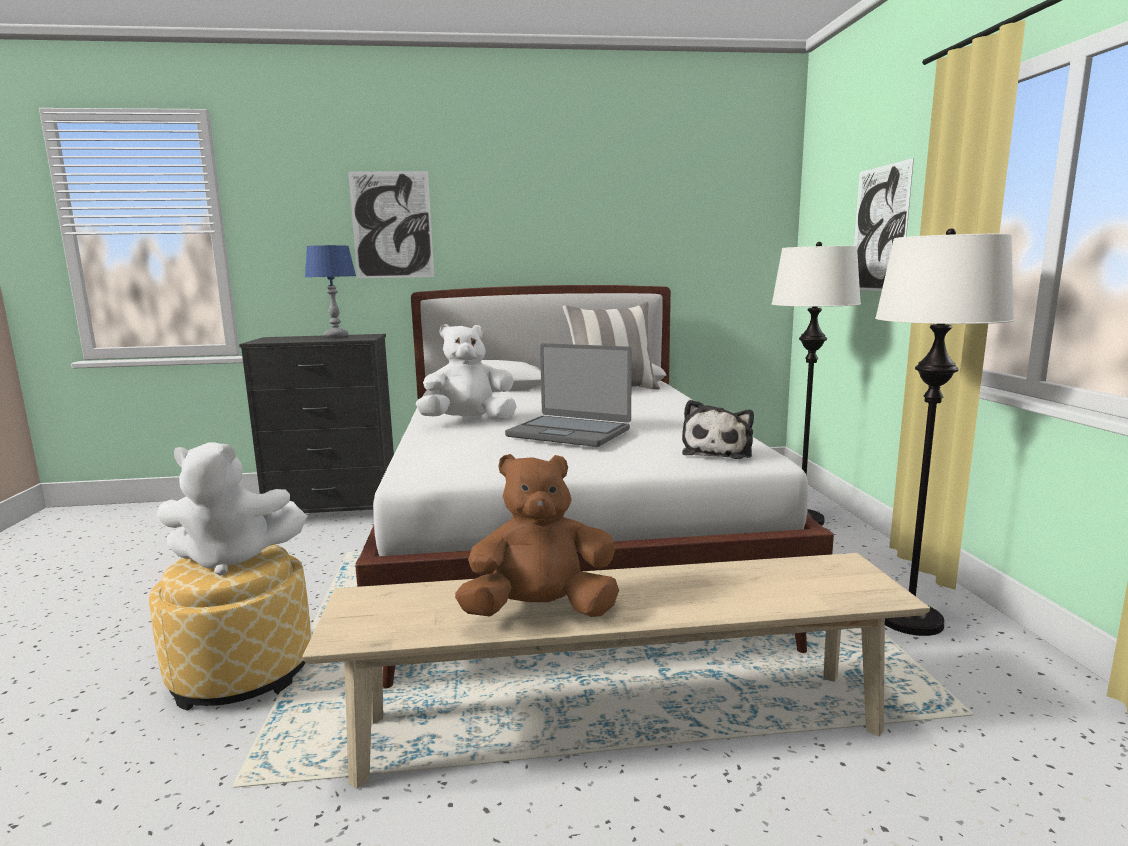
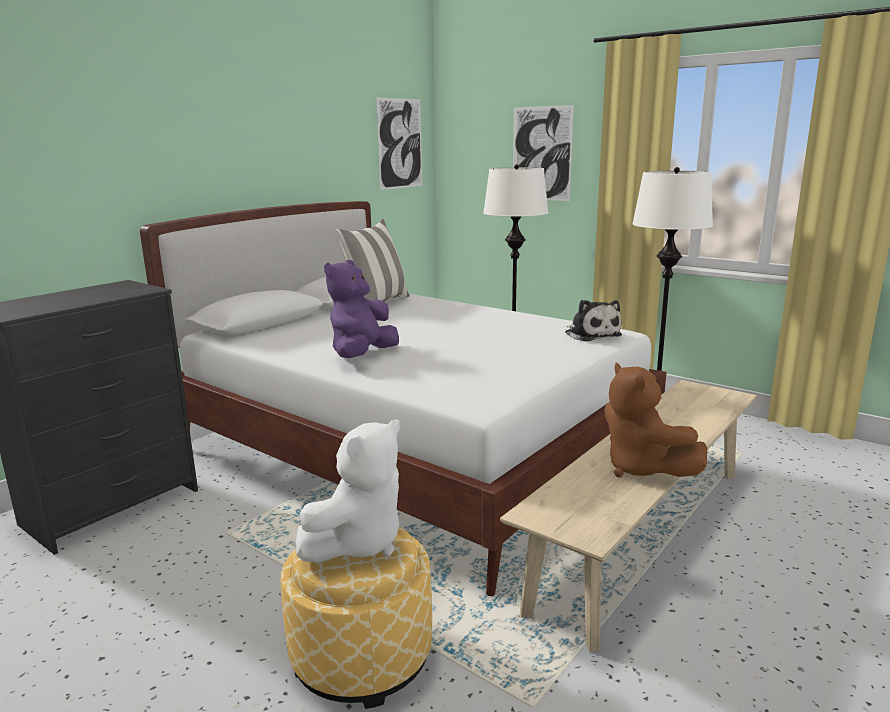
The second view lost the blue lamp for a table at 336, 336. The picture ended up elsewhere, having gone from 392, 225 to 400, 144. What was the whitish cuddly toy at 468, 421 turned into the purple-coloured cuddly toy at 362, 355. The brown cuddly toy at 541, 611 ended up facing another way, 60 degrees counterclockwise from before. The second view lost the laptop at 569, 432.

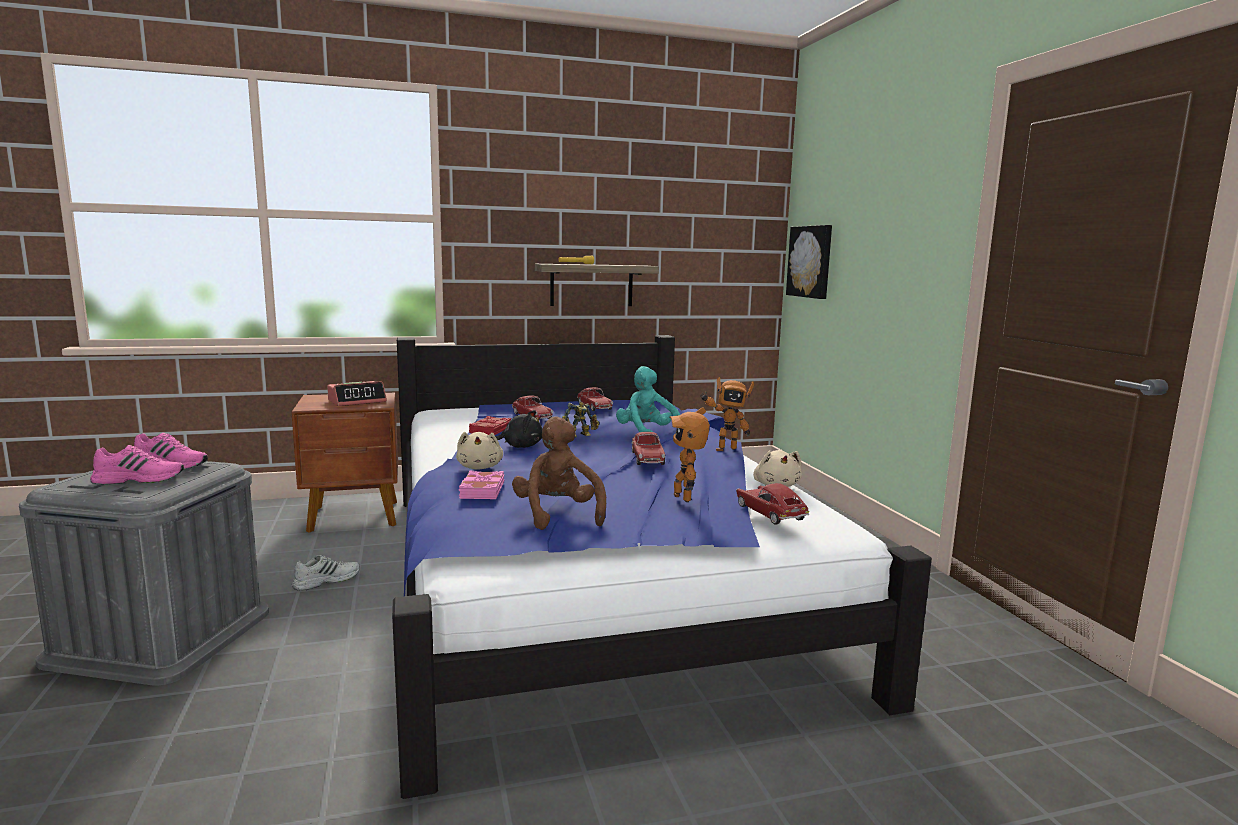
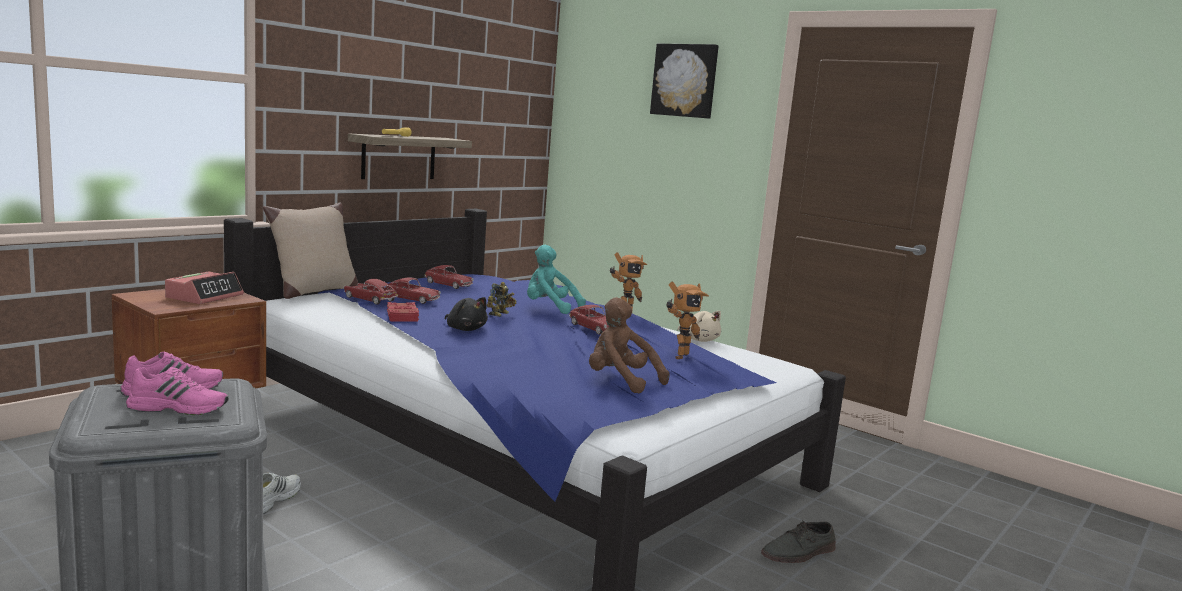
The pinkish shoe at 139, 479 ended up facing another way, 45 degrees clockwise from before. The second view lost the sand-coloured cuddly toy at 480, 467. The second view lost the pinkish bound book at 481, 490. The black cuddly toy at 520, 446 ended up facing another way, 75 degrees clockwise from before. The robot figure at 685, 498 ended up facing another way, 90 degrees counterclockwise from before. The miniature car ended up elsewhere, having gone from 770, 513 to 370, 299. The picture ended up elsewhere, having gone from 811, 261 to 685, 80. The second view gained the sand-coloured cushion at 313, 292. The second view gained the greyish shoe at 799, 553.

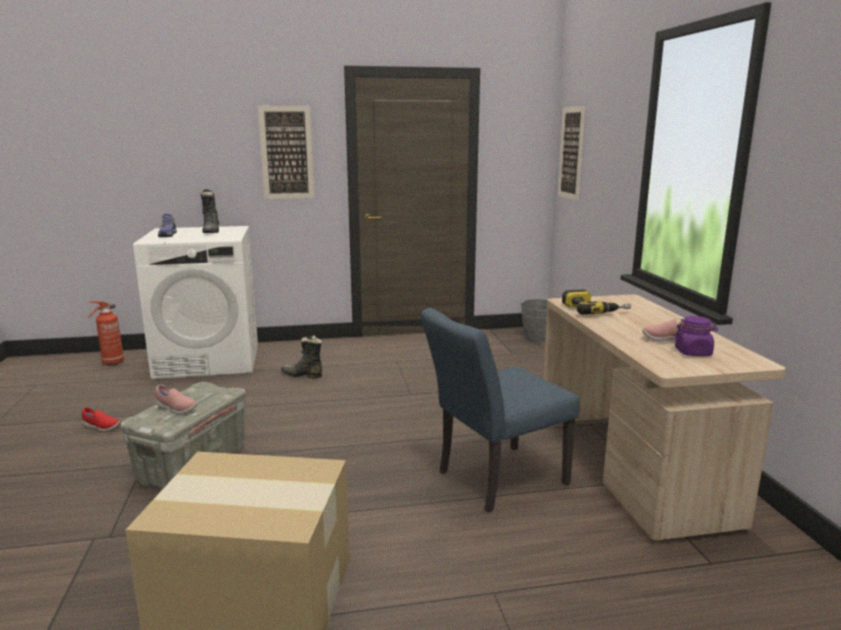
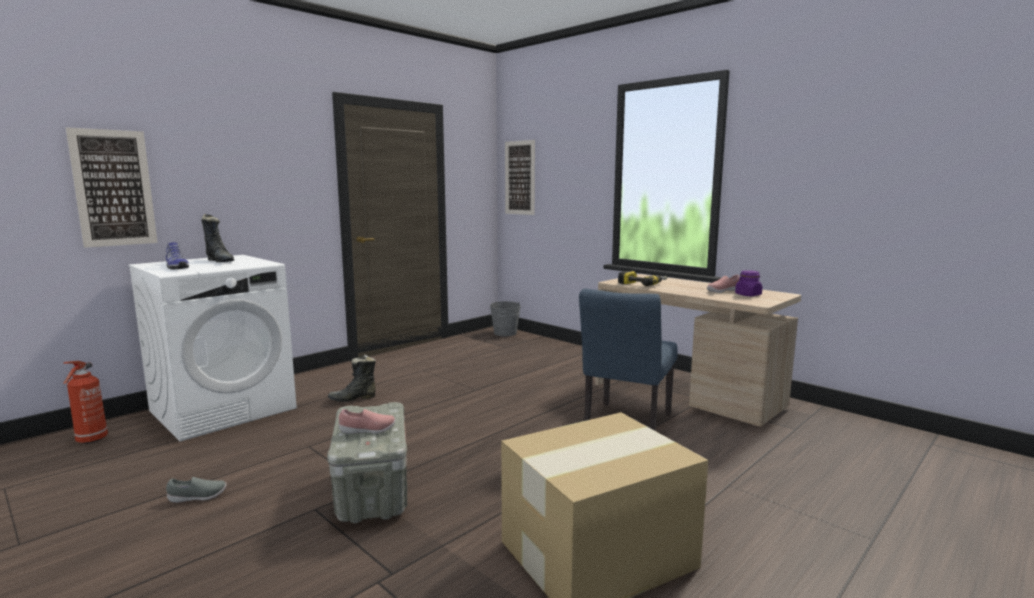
What was the red-coloured shoe at 101, 427 turned into the greyish shoe at 197, 497. The picture ended up elsewhere, having gone from 286, 153 to 113, 188.

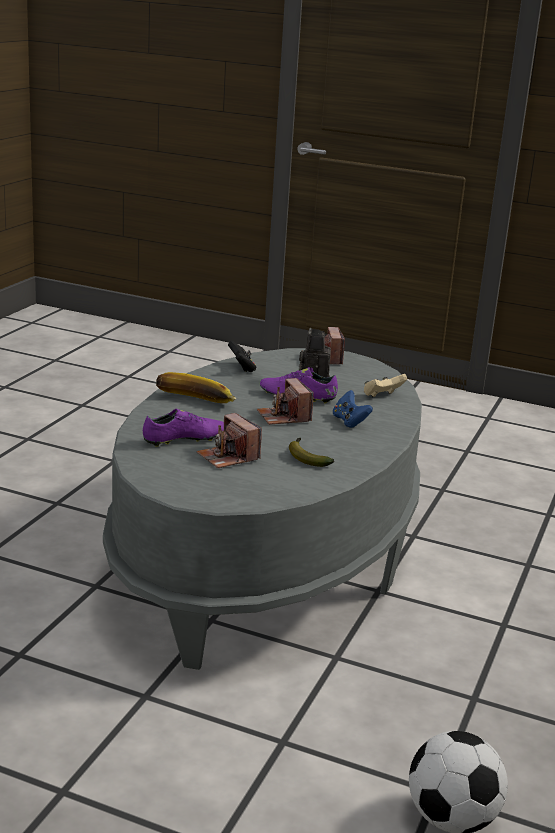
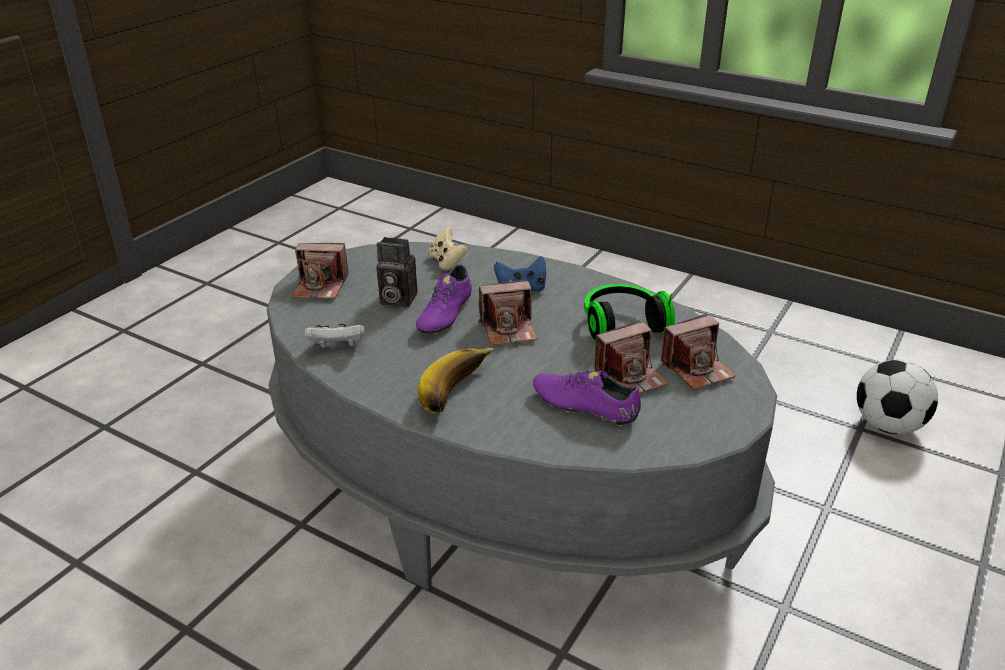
The purple-coloured shoe at 185, 440 ended up facing another way, 45 degrees counterclockwise from before. What was the black joypad at 242, 368 turned into the whitish joypad at 337, 347. Where the banana fruit stood at 306, 457, the headset came to stand at 621, 325. The second view gained the still camera at 697, 369.

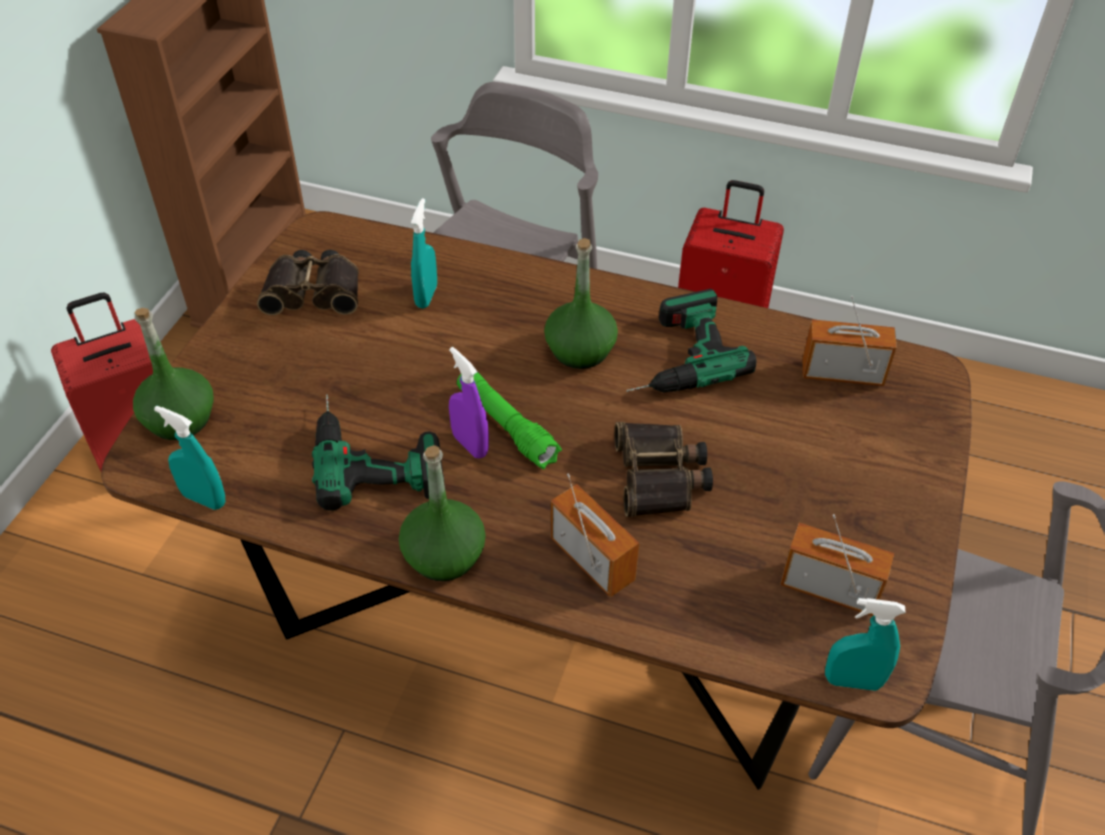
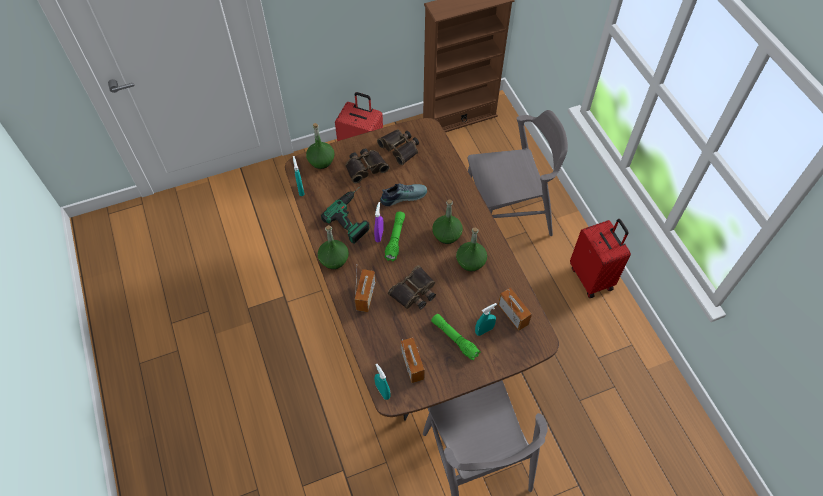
The turquoise-coloured spray bottle ended up elsewhere, having gone from 426, 296 to 484, 330. Where the electric drill stood at 673, 356, the green bottle came to stand at 470, 261. The second view gained the binoculars at 365, 167. The second view gained the shoe at 403, 196. The second view gained the green hand torch at 454, 339.

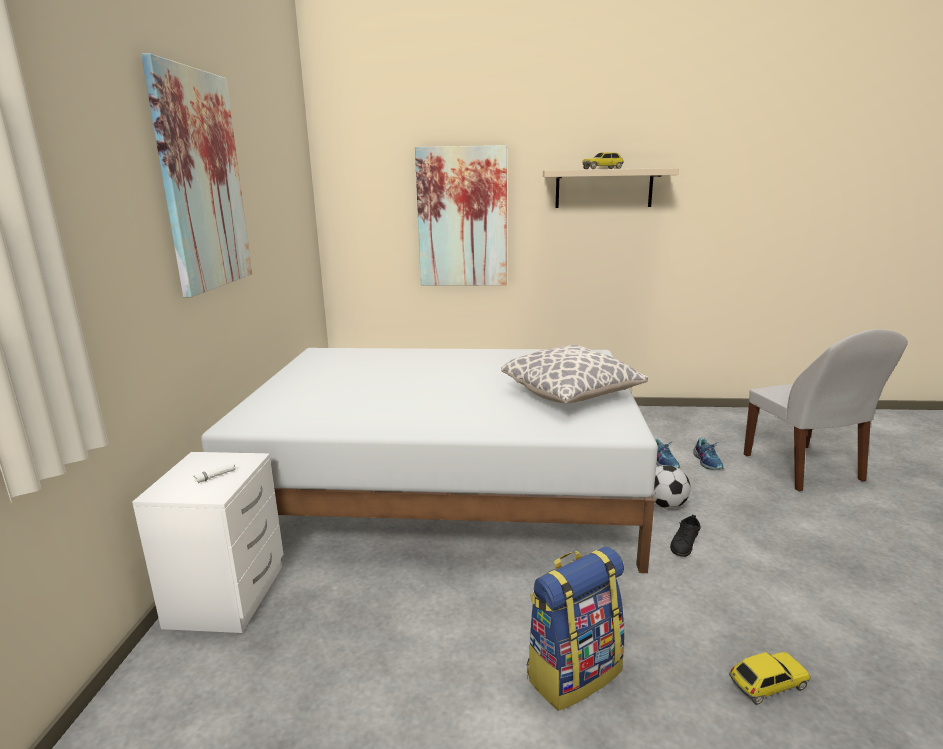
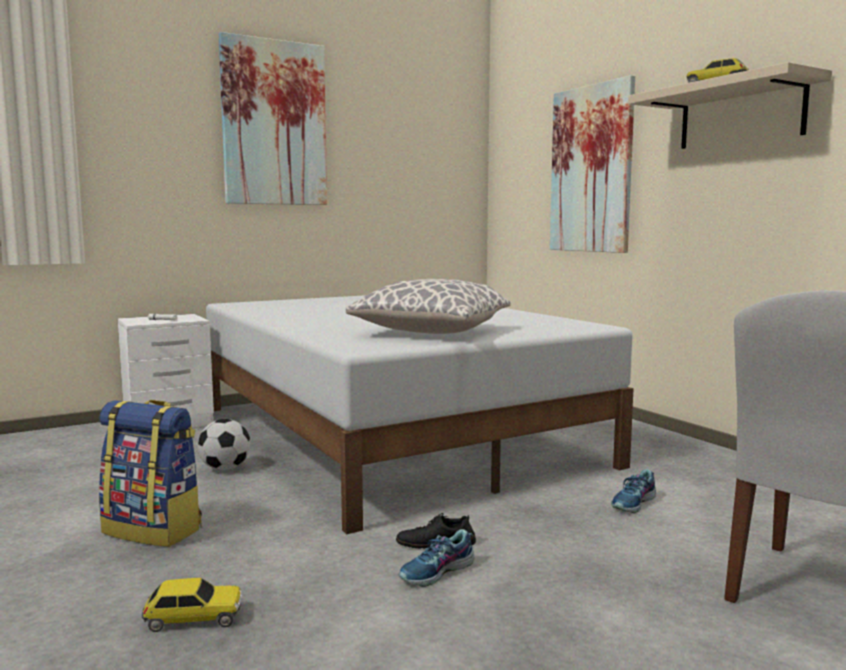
The ball for football ended up elsewhere, having gone from 665, 505 to 225, 468. The shoe ended up elsewhere, having gone from 708, 461 to 437, 572. The miniature car at 767, 685 ended up facing another way, 45 degrees counterclockwise from before.

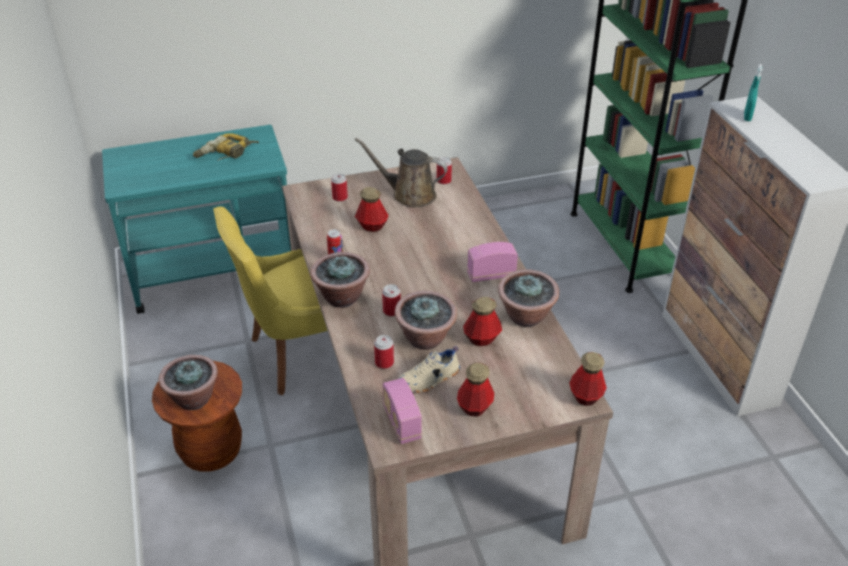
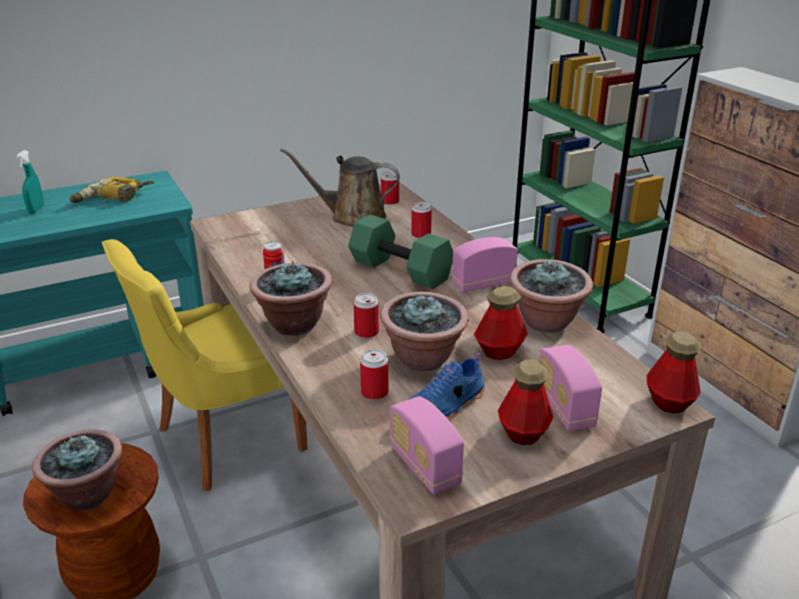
The can ended up elsewhere, having gone from 340, 197 to 421, 235. The second view lost the bottle at 372, 226. What was the sand-coloured shoe at 430, 380 turned into the blue shoe at 446, 406. The turquoise-coloured spray bottle ended up elsewhere, having gone from 747, 117 to 36, 210. The second view gained the green hand weight at 402, 270. The second view gained the radio set at 564, 408.

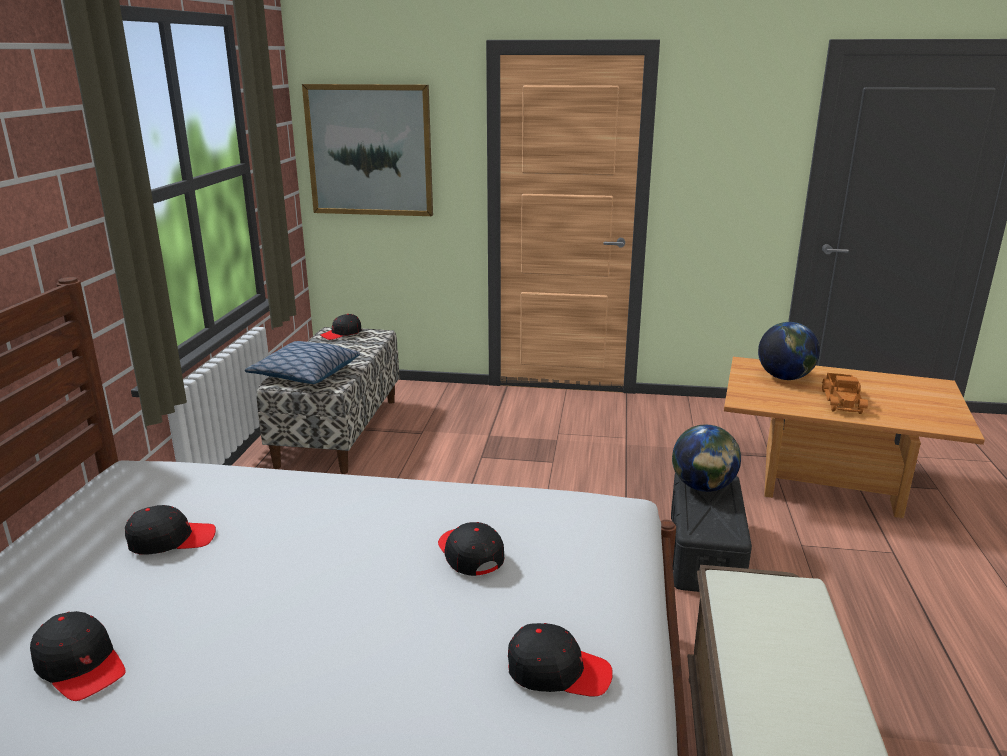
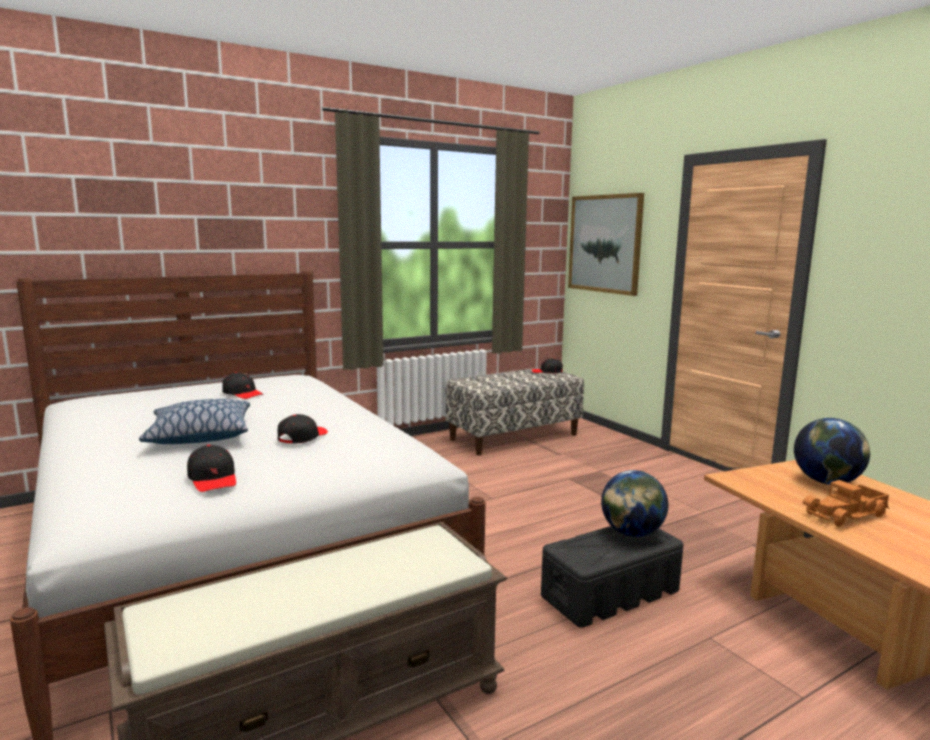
The second view lost the black cap at 80, 665. The cushion ended up elsewhere, having gone from 305, 374 to 199, 435.

